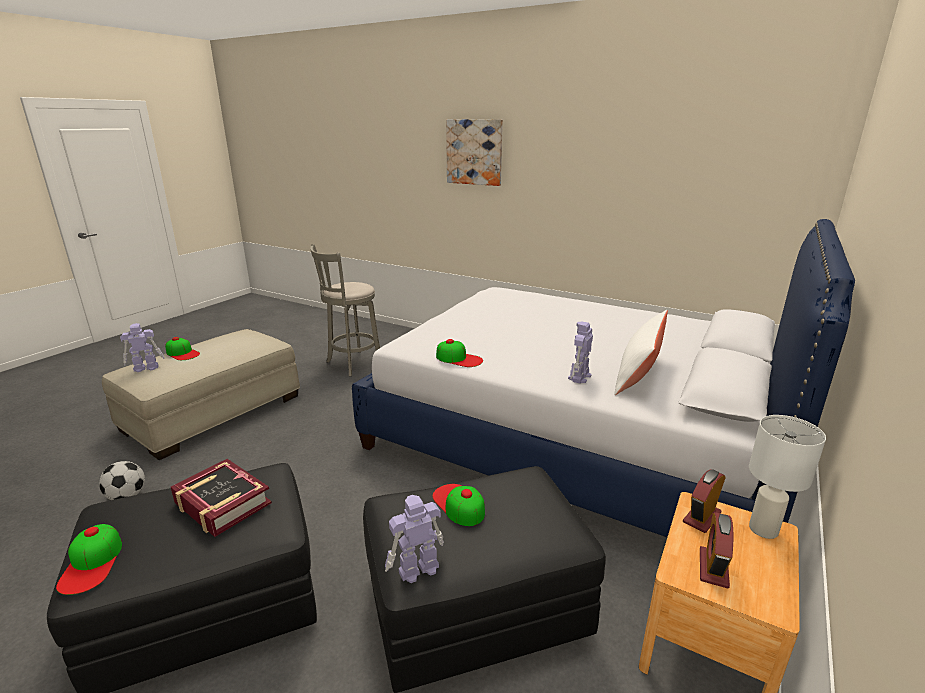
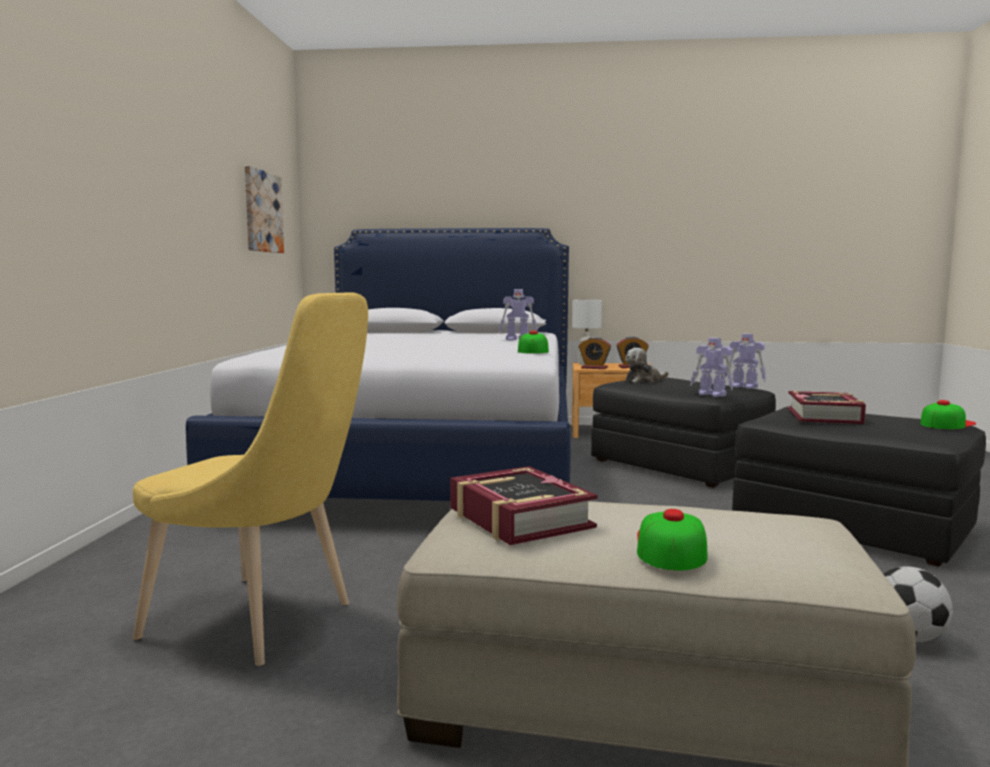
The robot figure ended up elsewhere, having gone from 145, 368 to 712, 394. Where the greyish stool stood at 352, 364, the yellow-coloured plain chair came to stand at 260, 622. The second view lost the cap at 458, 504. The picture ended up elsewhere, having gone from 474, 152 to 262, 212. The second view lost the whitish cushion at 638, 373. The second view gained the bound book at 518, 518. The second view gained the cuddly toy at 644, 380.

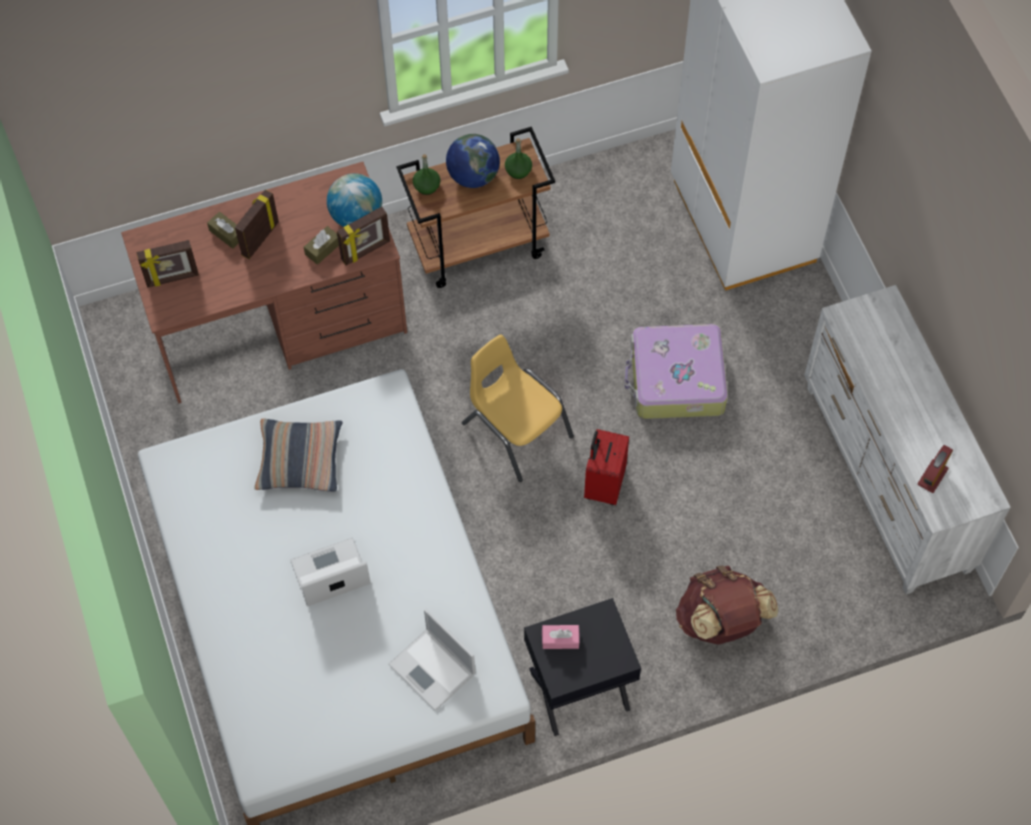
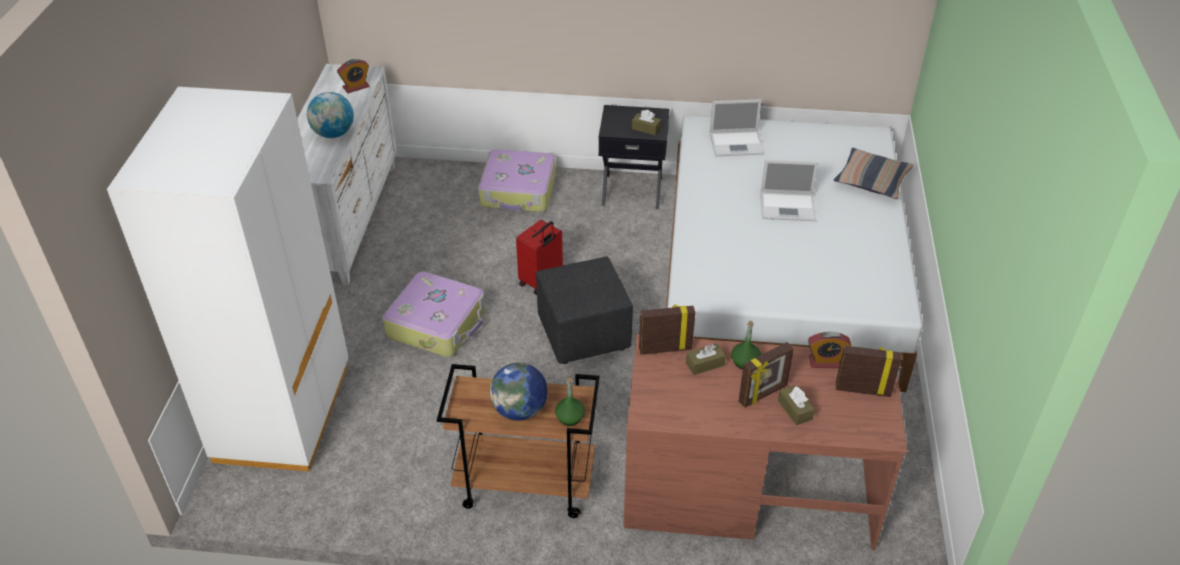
The cushion ended up elsewhere, having gone from 299, 460 to 872, 180. The globe ended up elsewhere, having gone from 356, 216 to 334, 134. The laptop at 433, 670 ended up facing another way, 105 degrees clockwise from before. Where the yellow-coloured plain chair stood at 516, 430, the black pouffe came to stand at 583, 335. The green bottle ended up elsewhere, having gone from 518, 170 to 745, 362. What was the pinkish tissue holder at 560, 639 turned into the brown tissue holder at 646, 128. Where the brown backpack stood at 721, 621, the travel case came to stand at 518, 191. The second view gained the table clock at 825, 362.

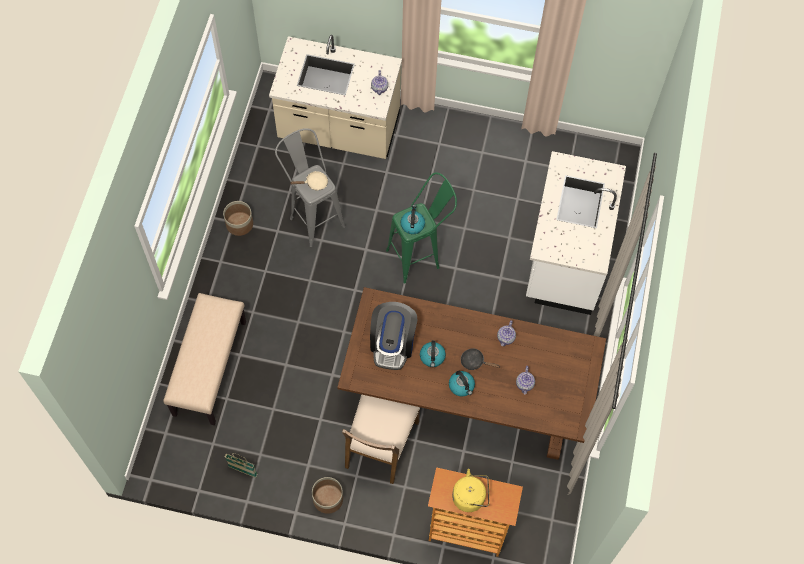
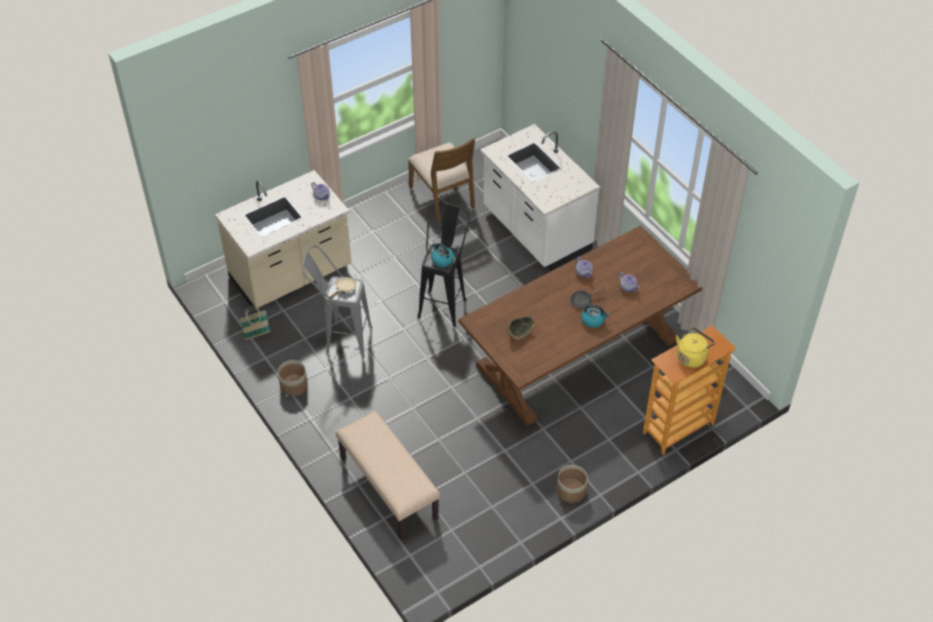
The storage basket ended up elsewhere, having gone from 243, 470 to 257, 335. The brown plain chair ended up elsewhere, having gone from 380, 444 to 443, 197. Where the coffee brewer stood at 392, 343, the bowl came to stand at 520, 334. What was the green stool at 420, 255 turned into the black stool at 444, 303. The second view lost the water kettle at 432, 357.

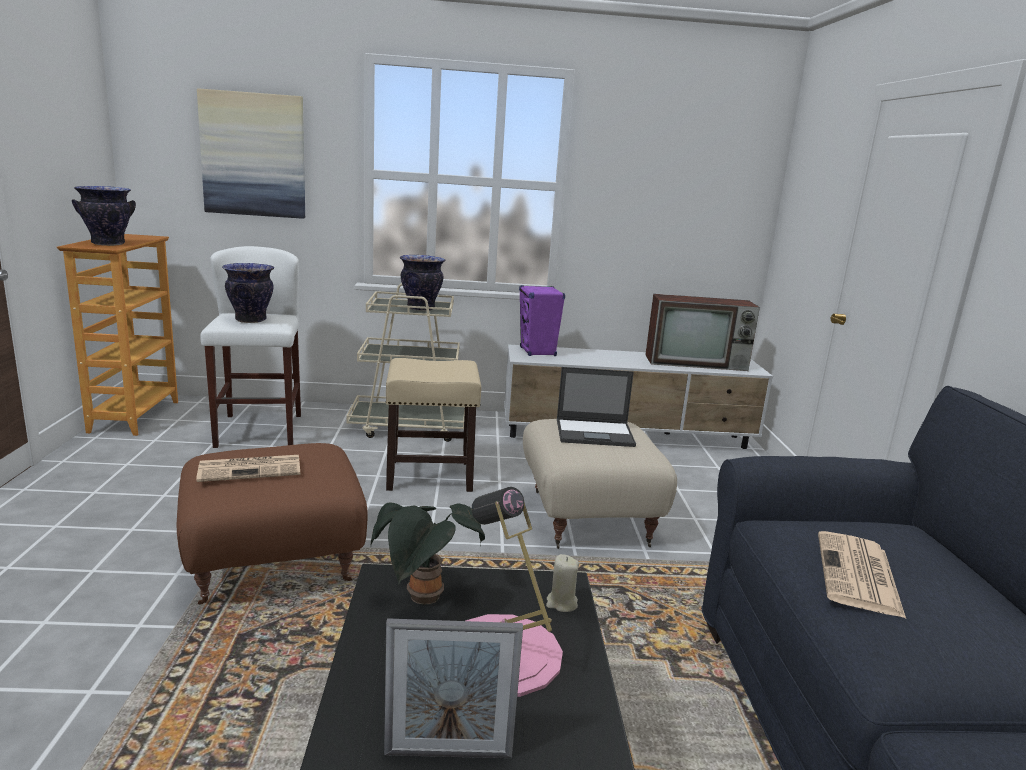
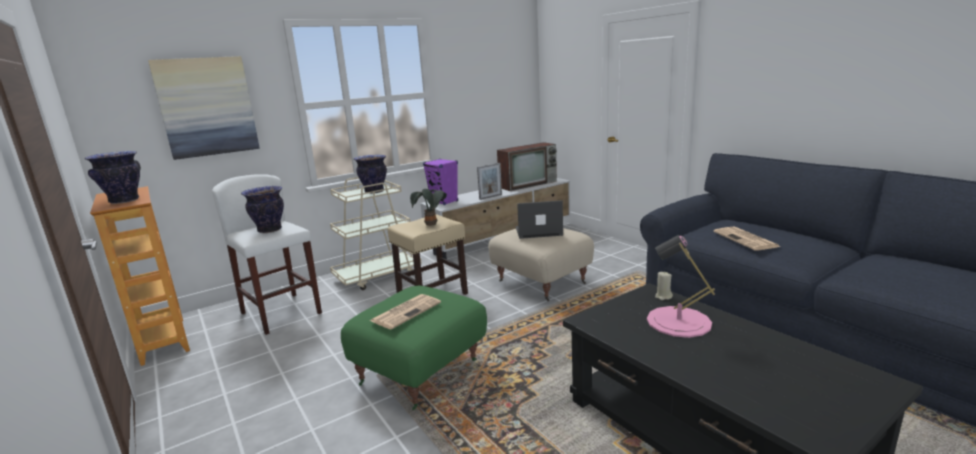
What was the brown pouffe at 273, 564 turned into the green pouffe at 420, 372. The houseplant ended up elsewhere, having gone from 424, 599 to 431, 224. The picture frame ended up elsewhere, having gone from 448, 754 to 490, 197. The laptop at 595, 433 ended up facing another way, 150 degrees counterclockwise from before.

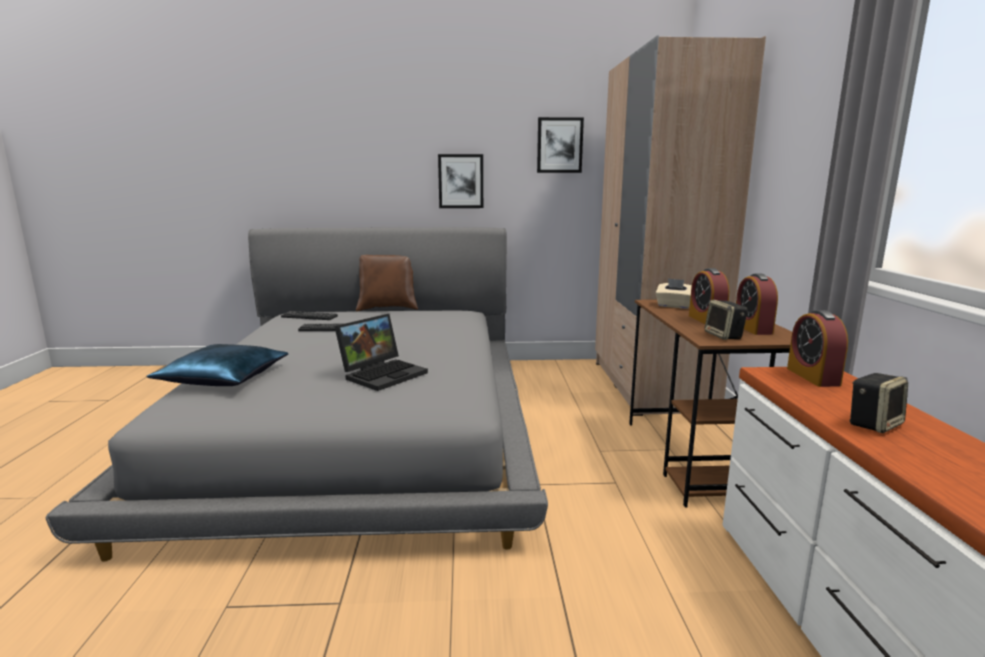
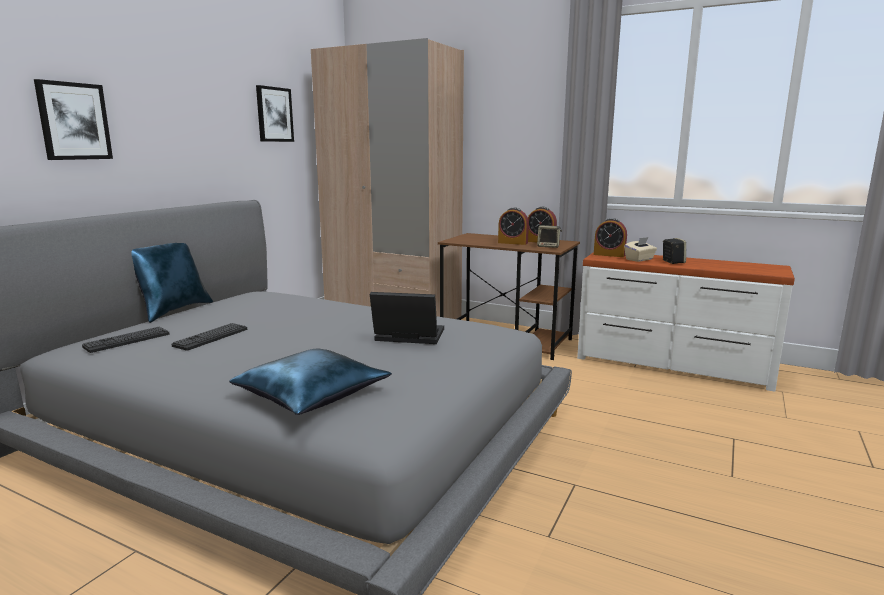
The laptop at 383, 374 ended up facing another way, 60 degrees counterclockwise from before. What was the brown cushion at 388, 308 turned into the blue cushion at 173, 311. The picture ended up elsewhere, having gone from 461, 181 to 74, 121. The sand-coloured tissue holder ended up elsewhere, having gone from 674, 306 to 639, 259.

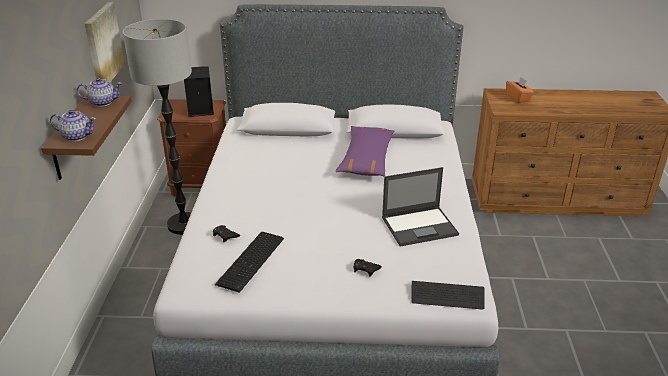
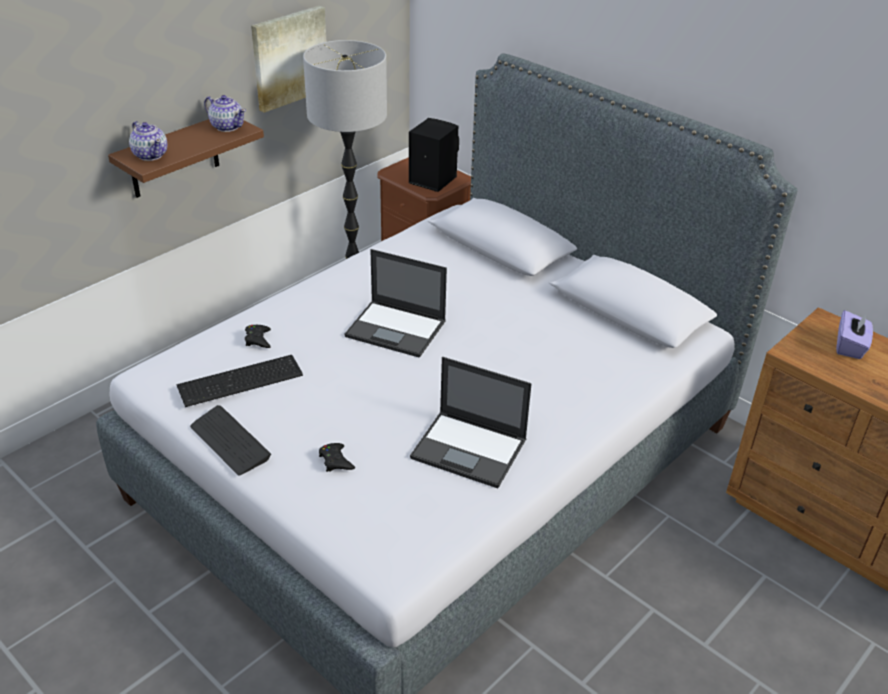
The second view lost the purple-coloured cushion at 366, 159. The computer keyboard ended up elsewhere, having gone from 447, 296 to 230, 442. What was the orange-coloured tissue holder at 518, 98 turned into the purple-coloured tissue holder at 850, 346. The second view gained the laptop at 397, 329.

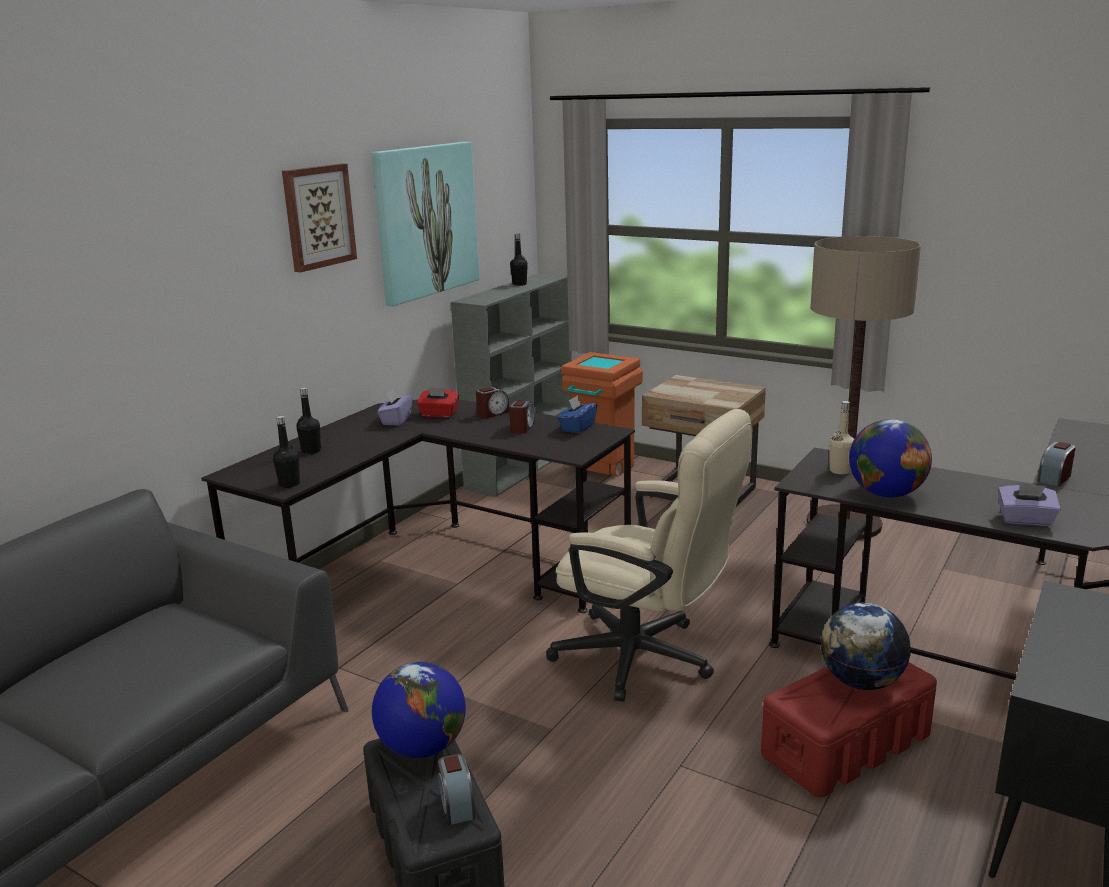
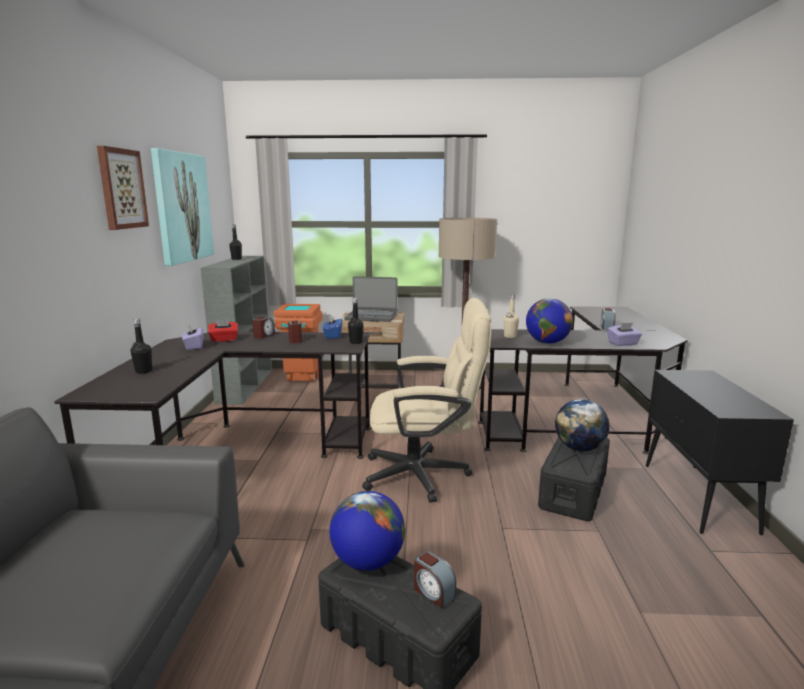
The black bottle ended up elsewhere, having gone from 289, 484 to 356, 342. What was the red-coloured storage container at 847, 745 turned into the black storage container at 573, 490. The second view gained the laptop at 371, 317.

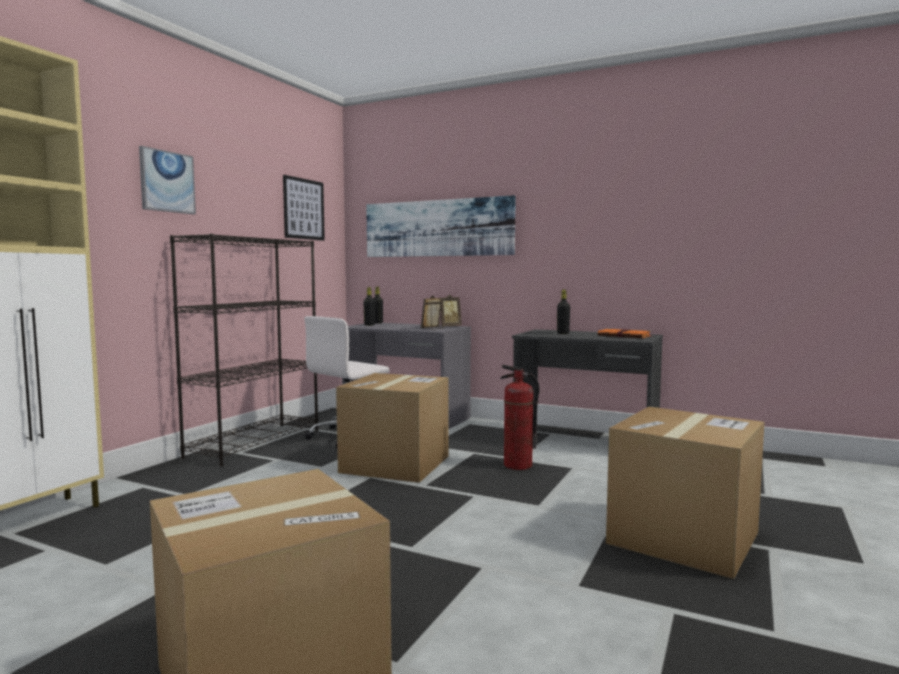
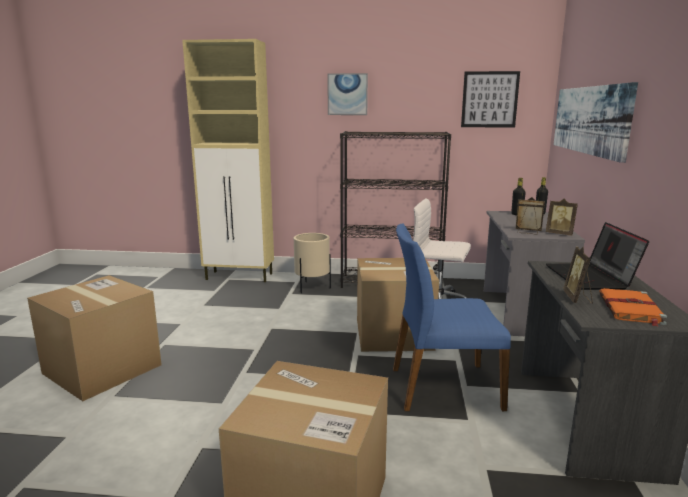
Where the fire-fighting cylinder stood at 518, 465, the blue plain chair came to stand at 443, 387. Where the black bottle stood at 563, 333, the laptop came to stand at 591, 277. The second view gained the sand-coloured planter at 312, 287. The second view gained the picture frame at 577, 298.

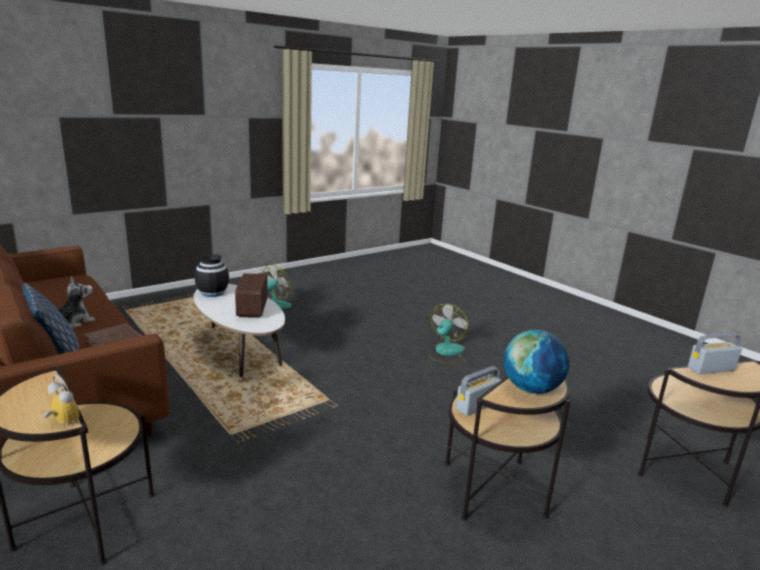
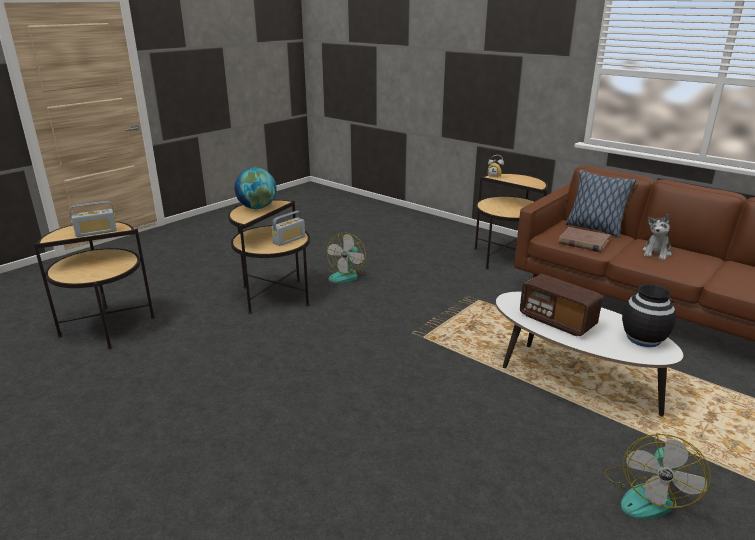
The radio set at 252, 308 ended up facing another way, 150 degrees clockwise from before. The cooling fan ended up elsewhere, having gone from 446, 353 to 346, 275.

